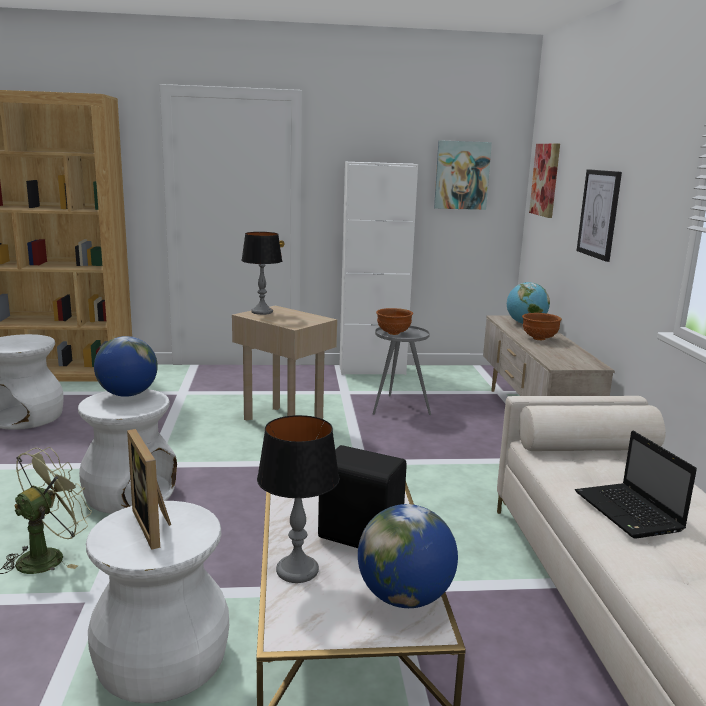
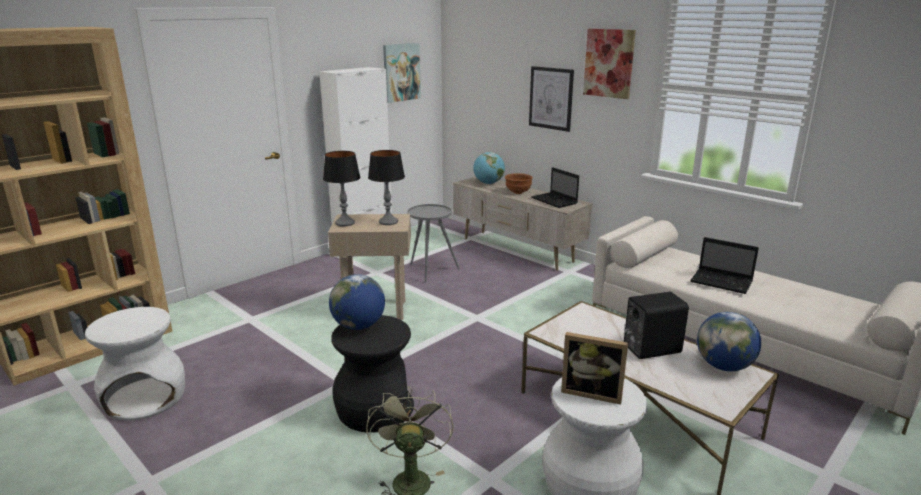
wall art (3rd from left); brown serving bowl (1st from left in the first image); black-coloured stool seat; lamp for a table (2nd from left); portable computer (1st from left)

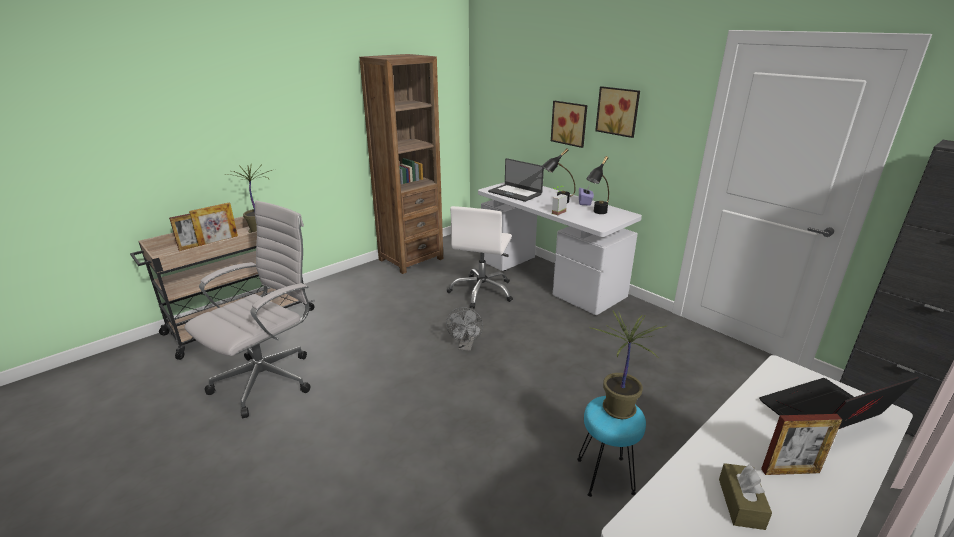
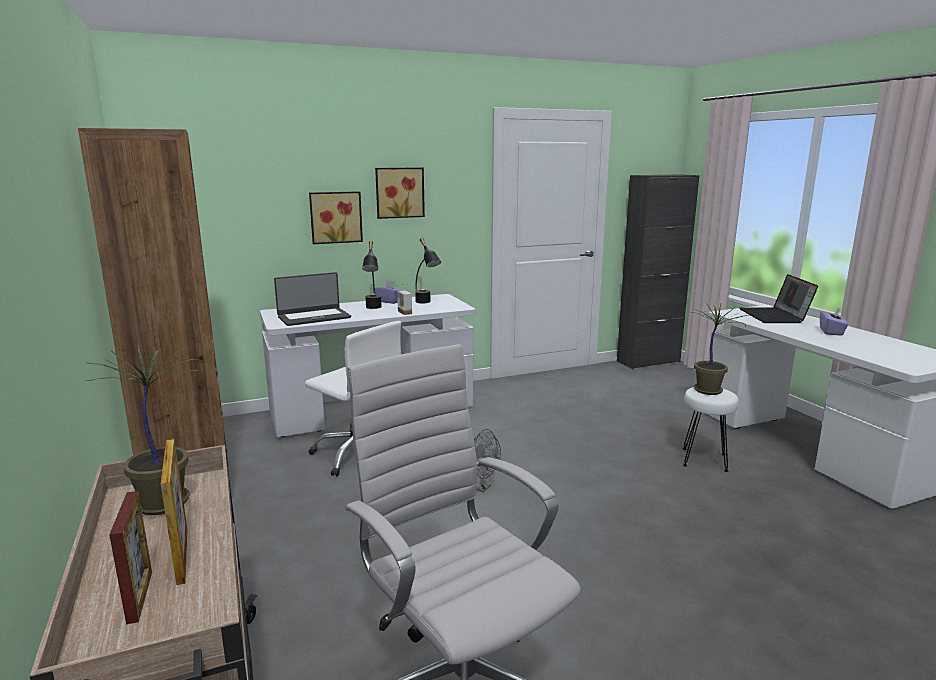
white-coloured stool seat; purple tissue holder (2nd from left); brown tissue holder

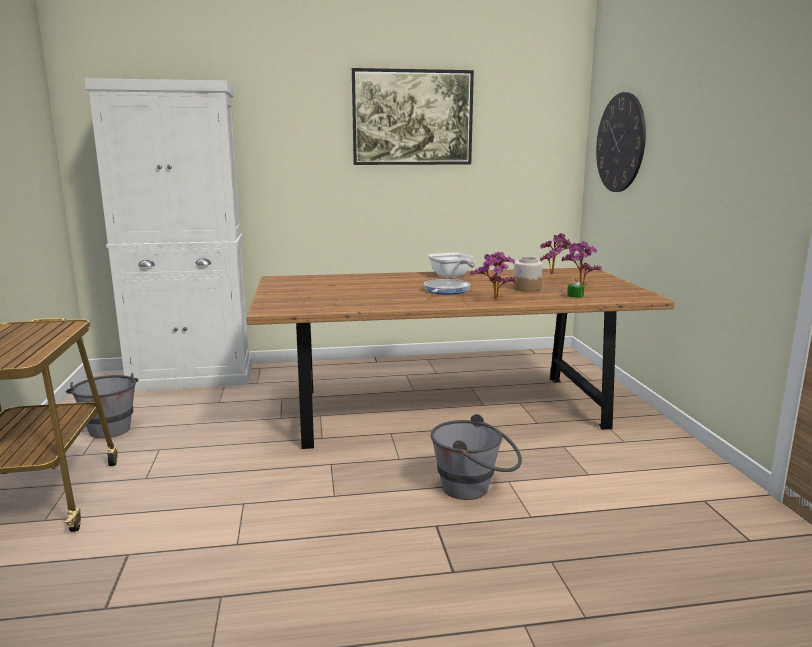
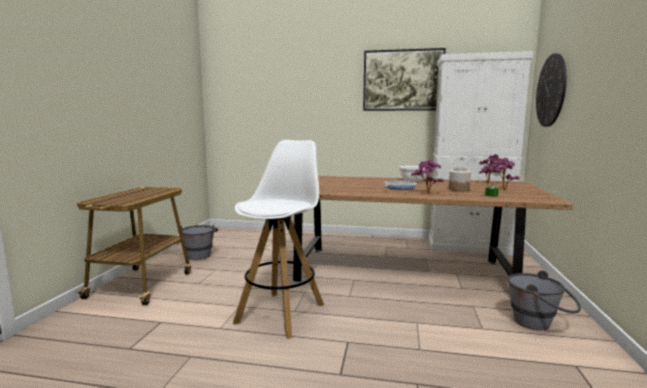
white-coloured cabinet; greyish water bucket (2nd from left); white-coloured stool seat

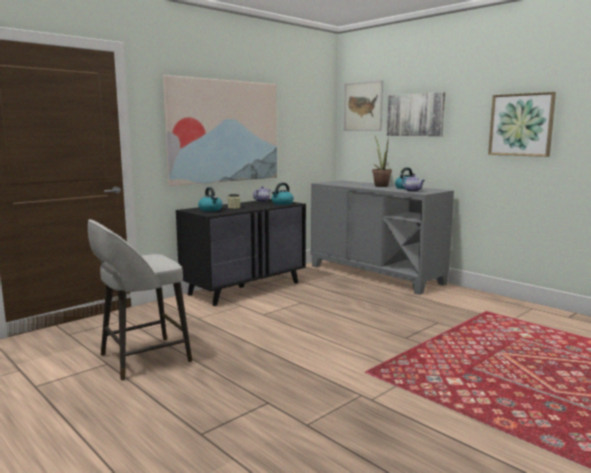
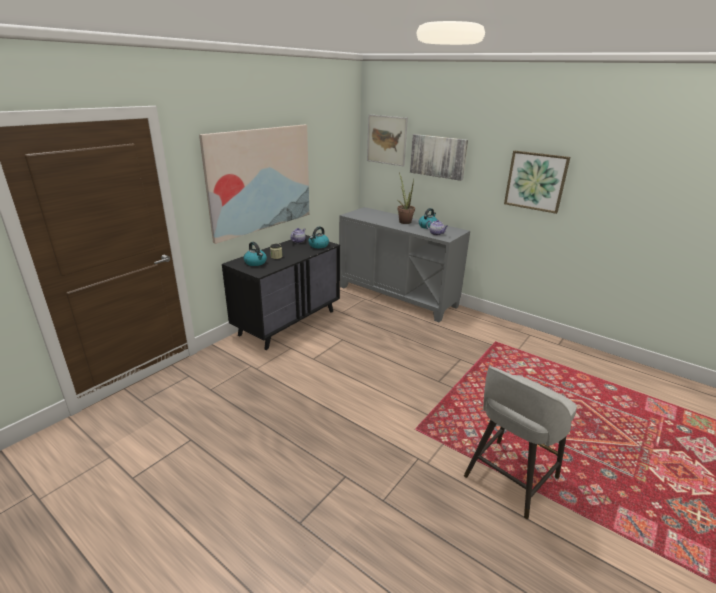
greyish stool seat

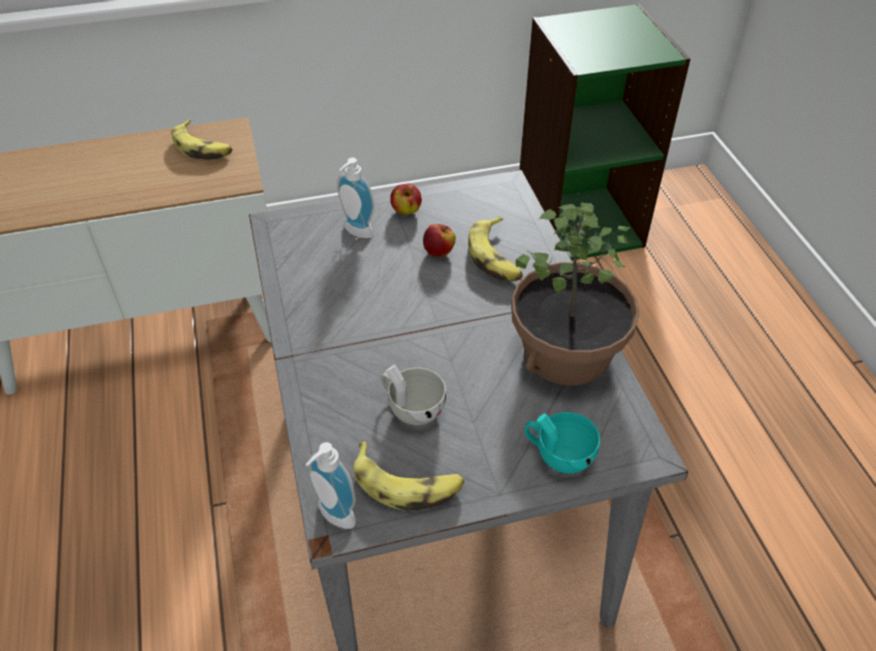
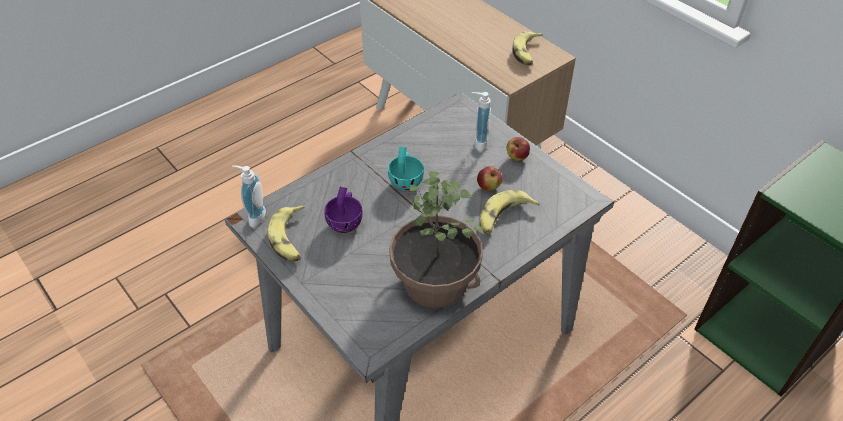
purple small cup; turquoise-coloured small cup

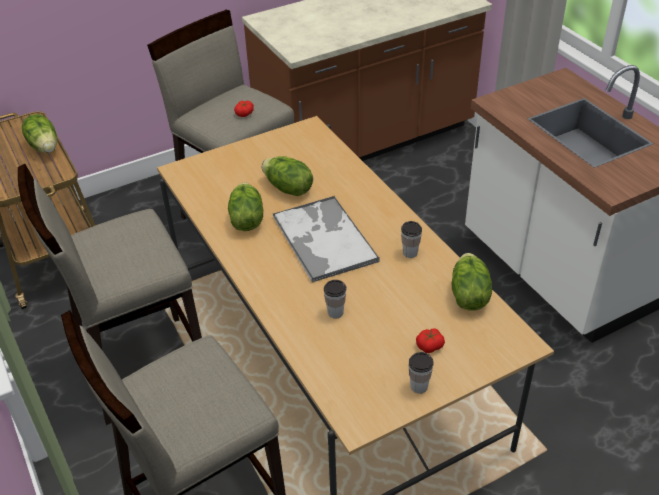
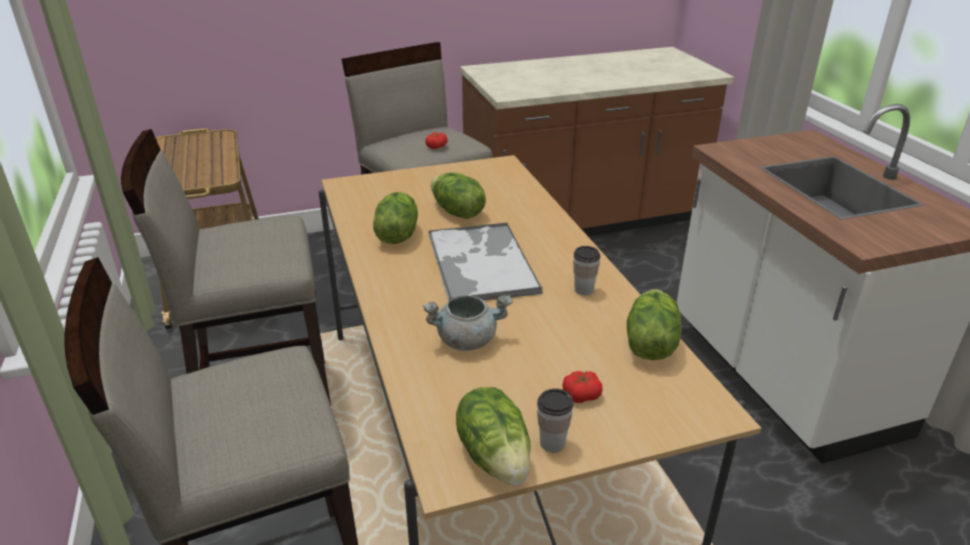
head of lettuce (3rd from left); greyish saucepot

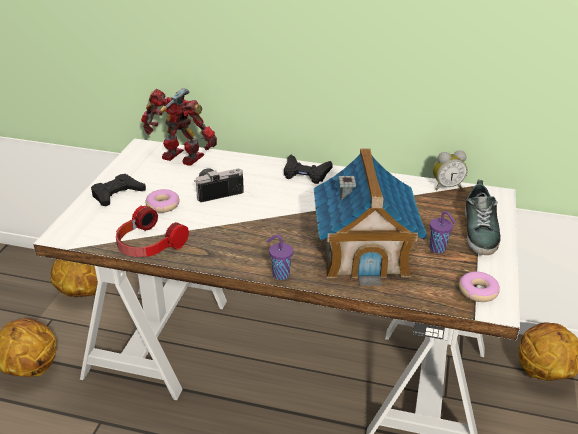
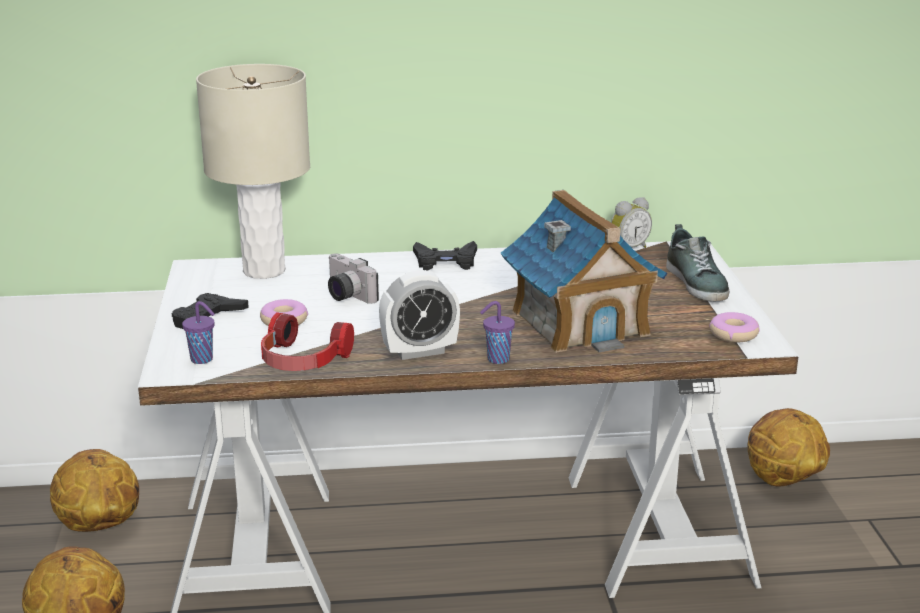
sand-coloured lamp for a table; photo camera; purple small cup (1st from left); bedside clock (1st from left)

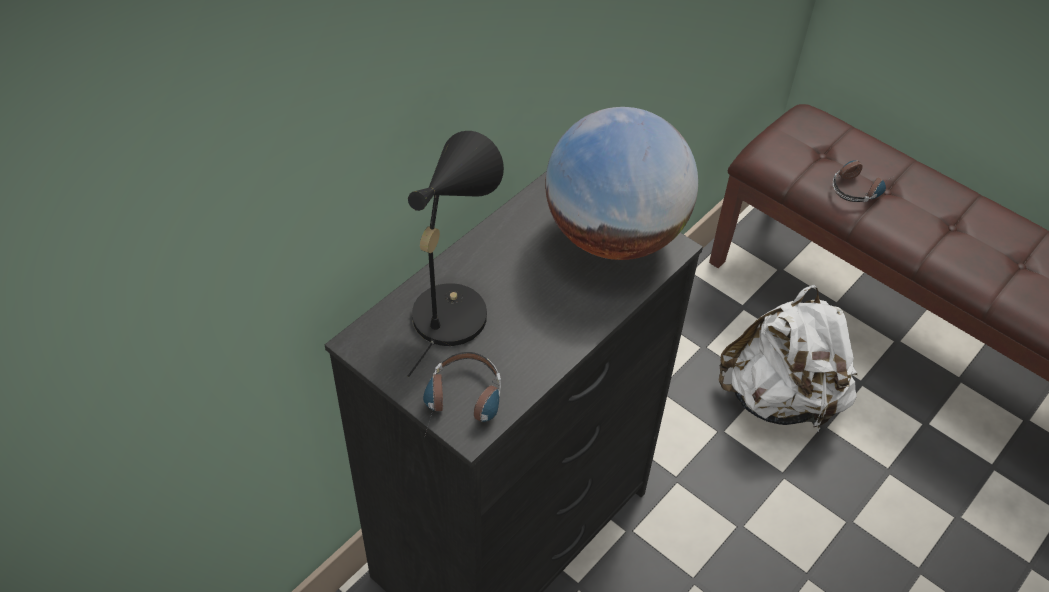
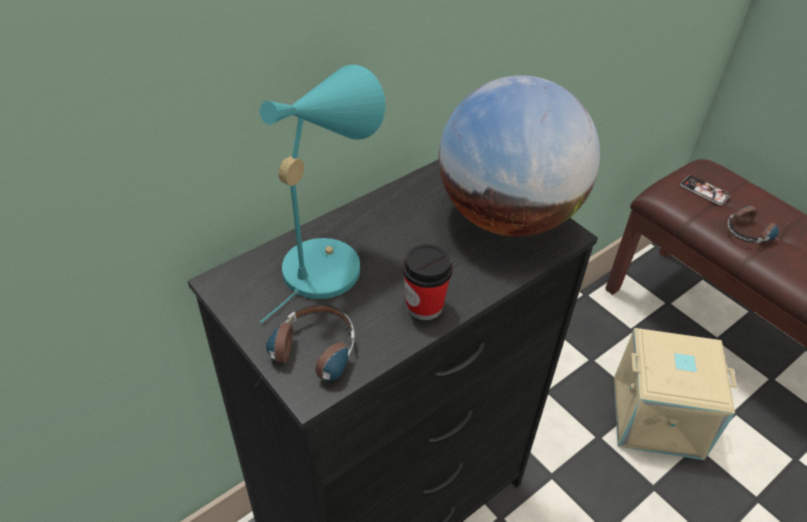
turquoise-coloured lamp for a table; sand-coloured storage container; phone; small cup

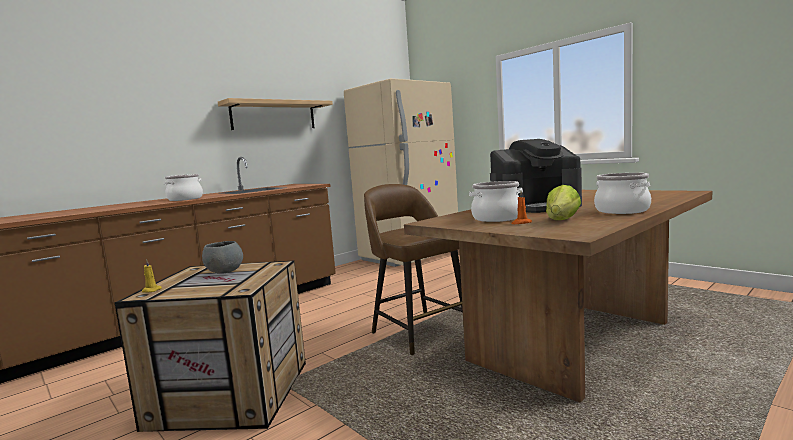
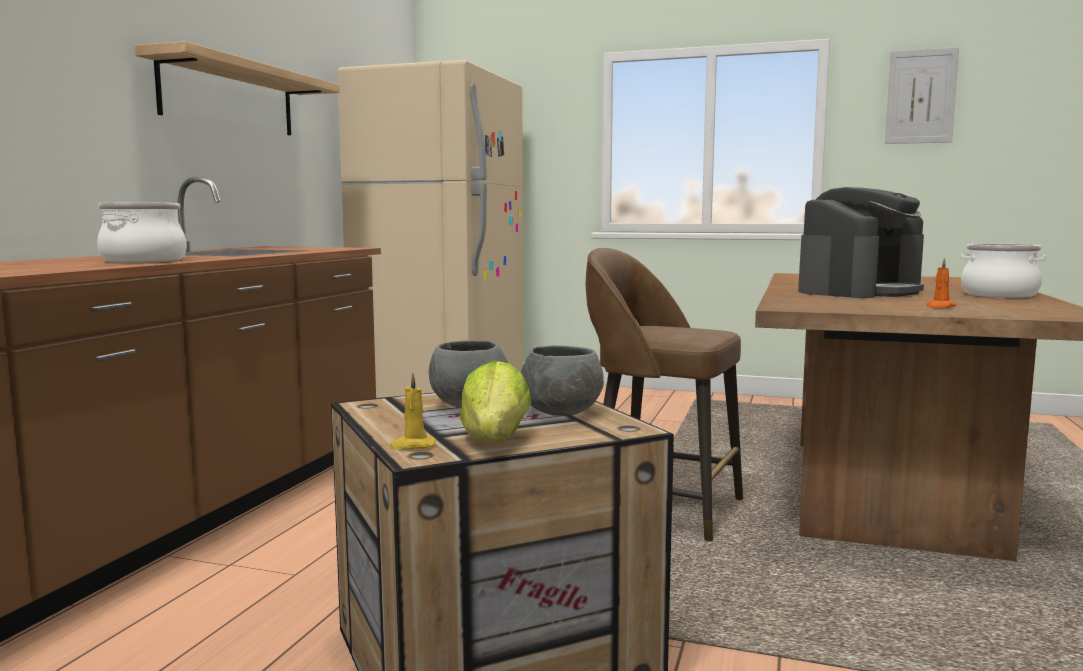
saucepot (2nd from left in the first image); head of lettuce; wall art; greyish serving bowl (2nd from left)

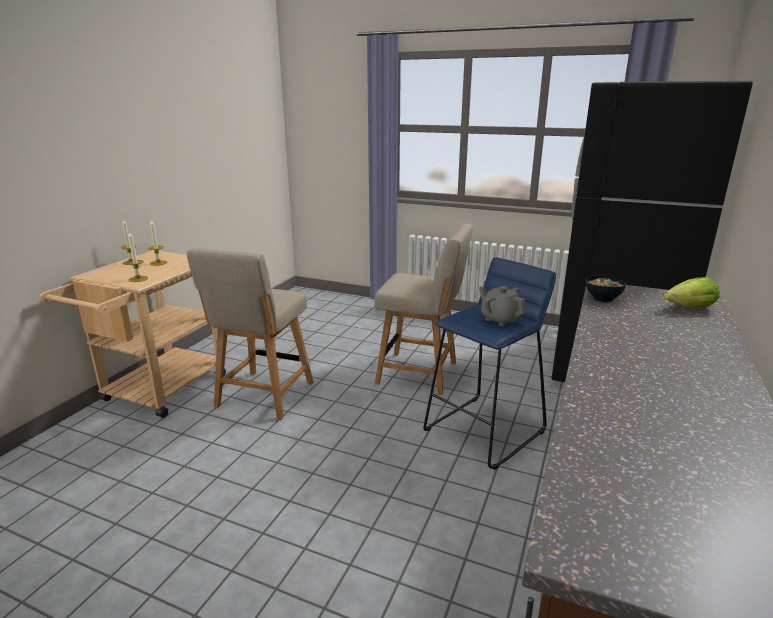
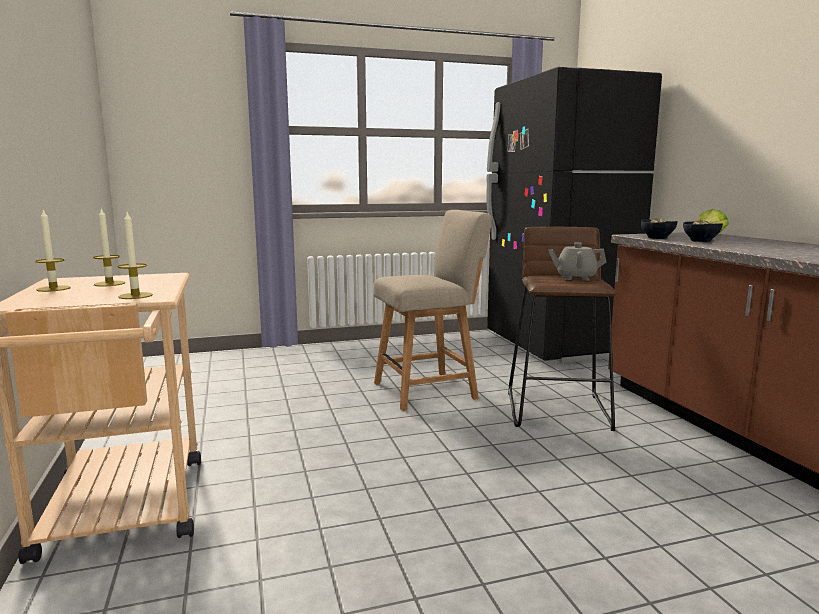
sand-coloured upright chair (1st from left in the first image); brown stool seat; serving bowl (2nd from left)

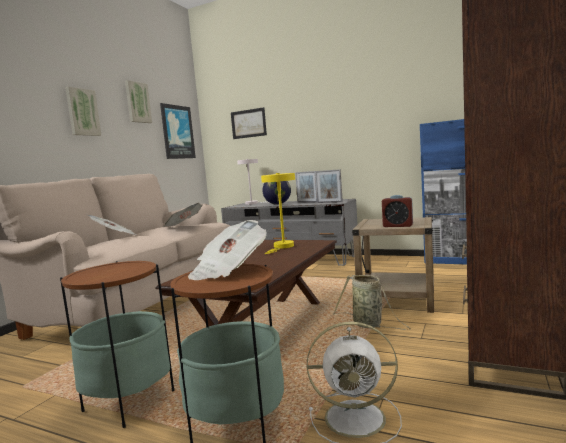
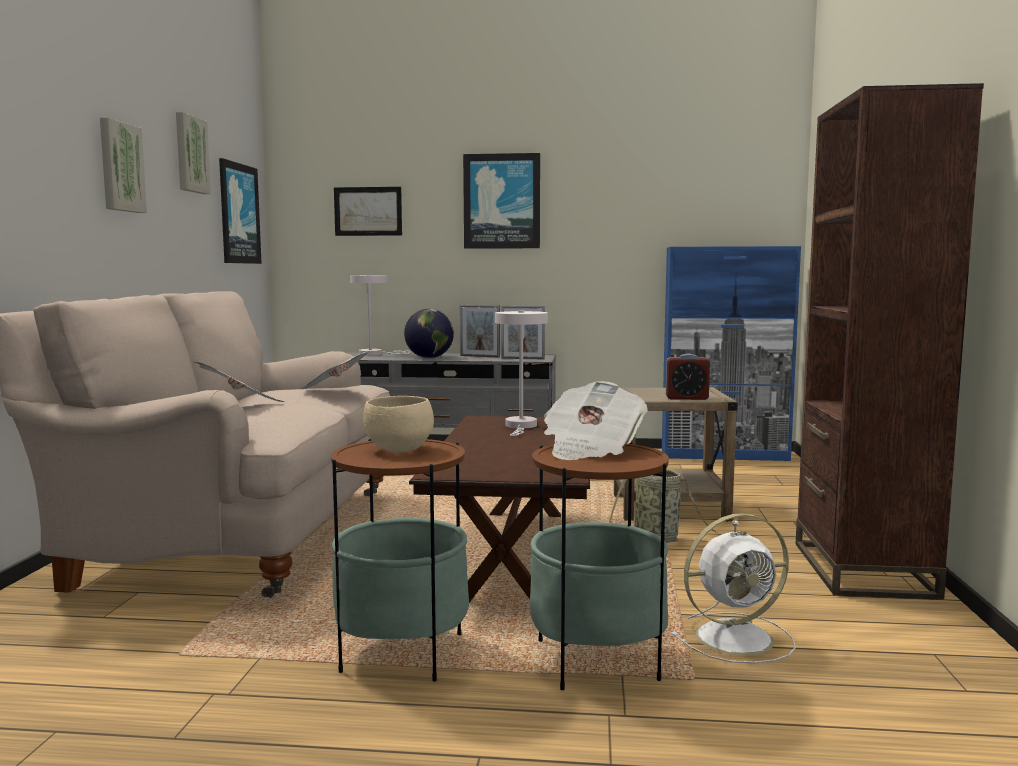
white-coloured lamp for a table (2nd from left); wall art (5th from left); sand-coloured serving bowl

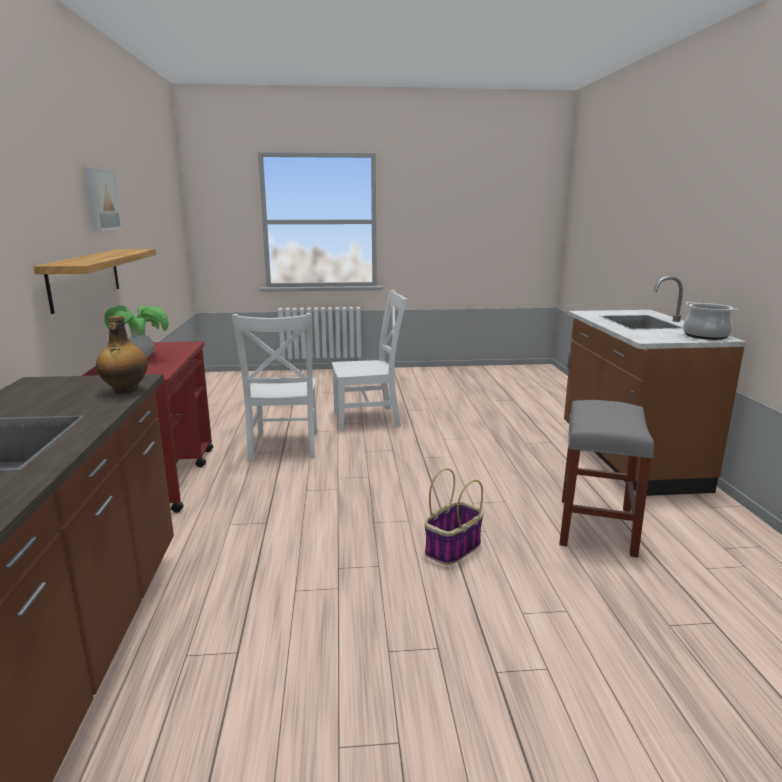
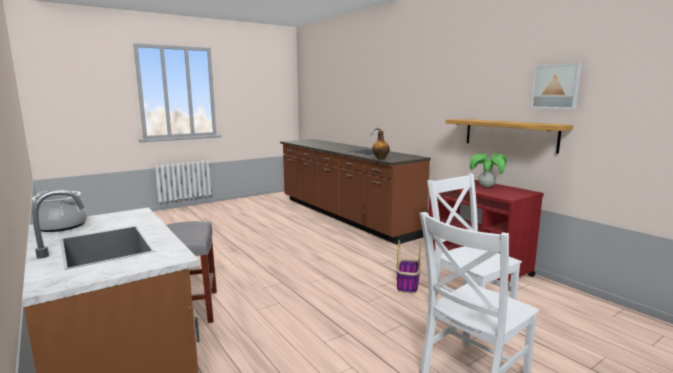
storage basket

